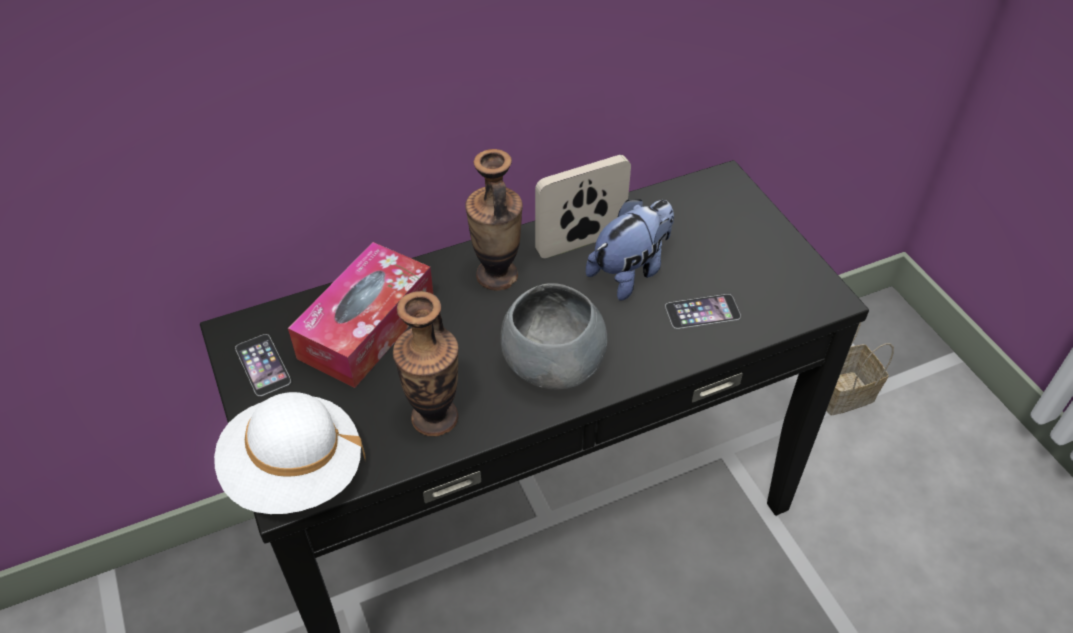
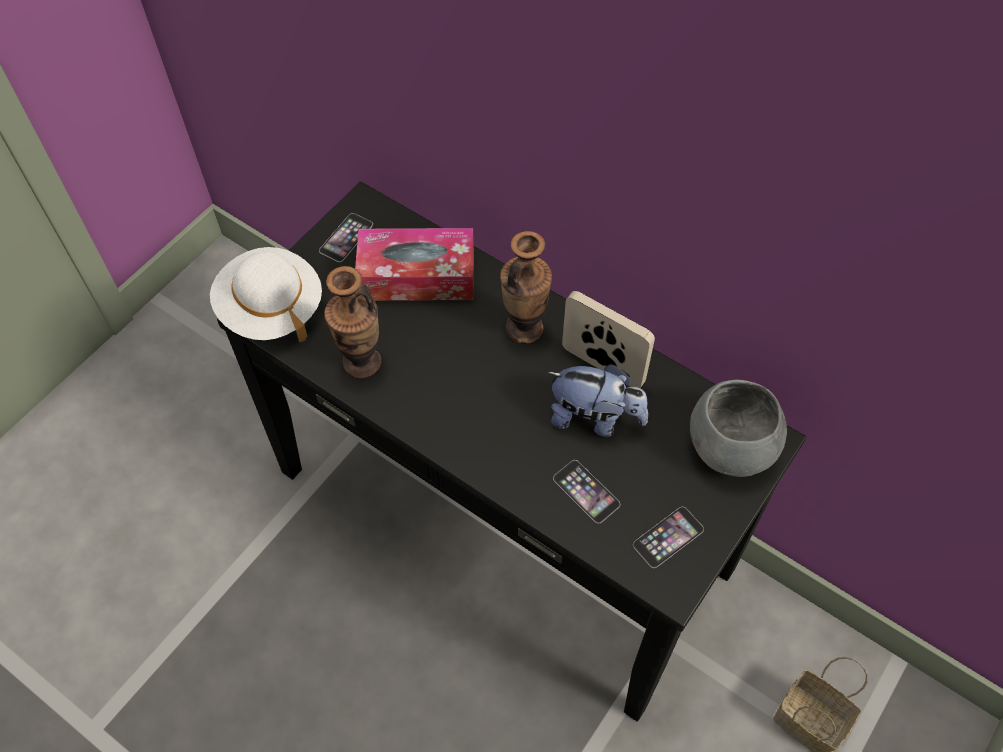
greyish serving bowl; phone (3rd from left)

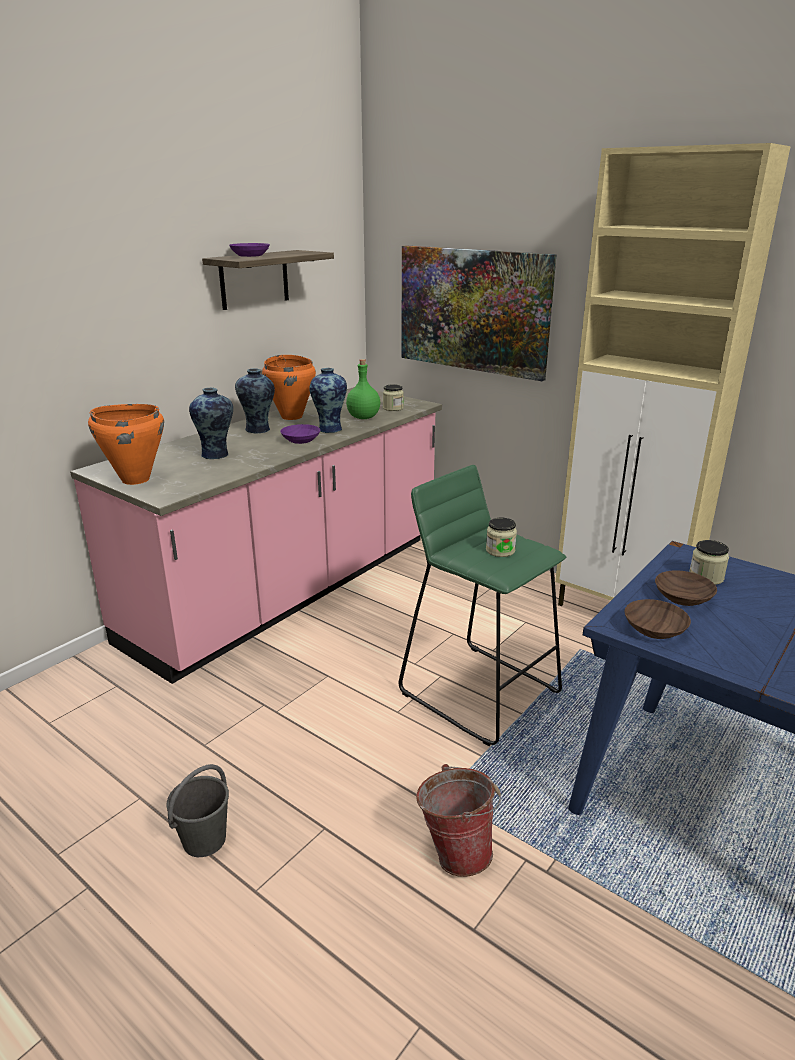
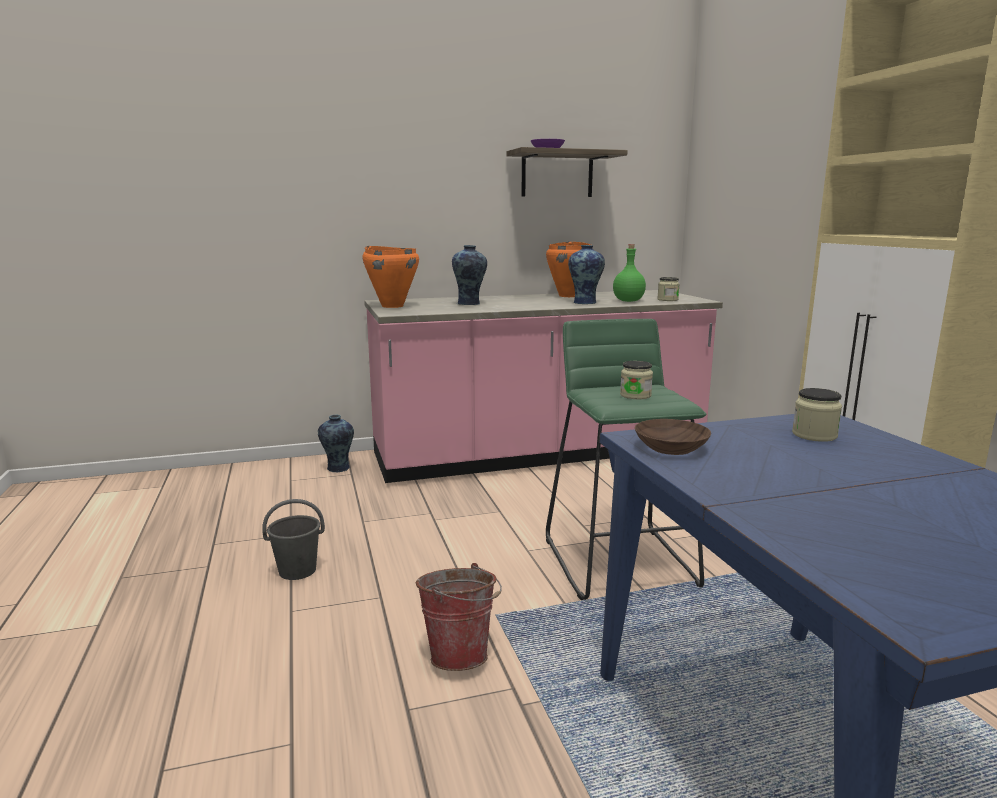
wall art; decorative vase (1st from left); purple serving bowl (2nd from left in the first image); brown serving bowl (2nd from left in the first image)

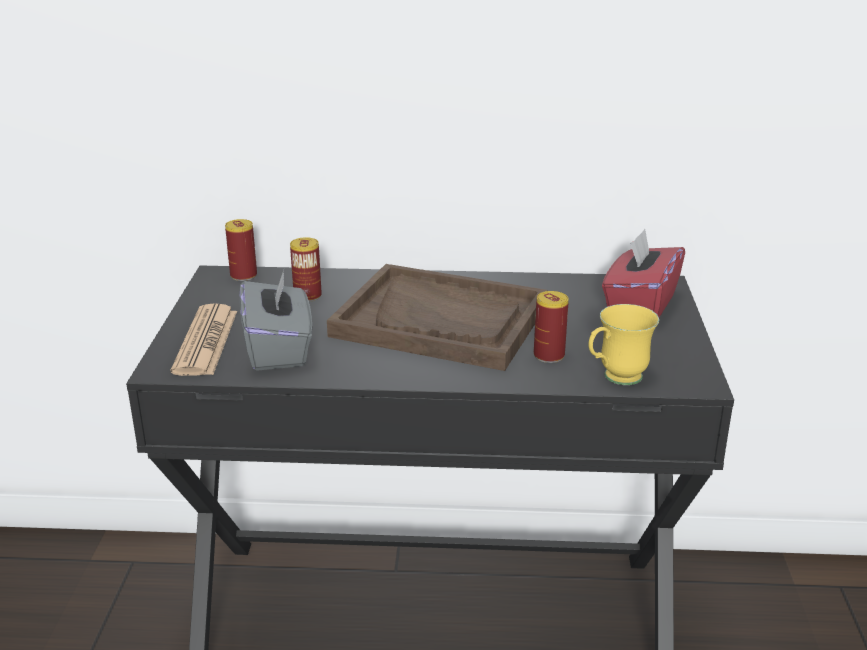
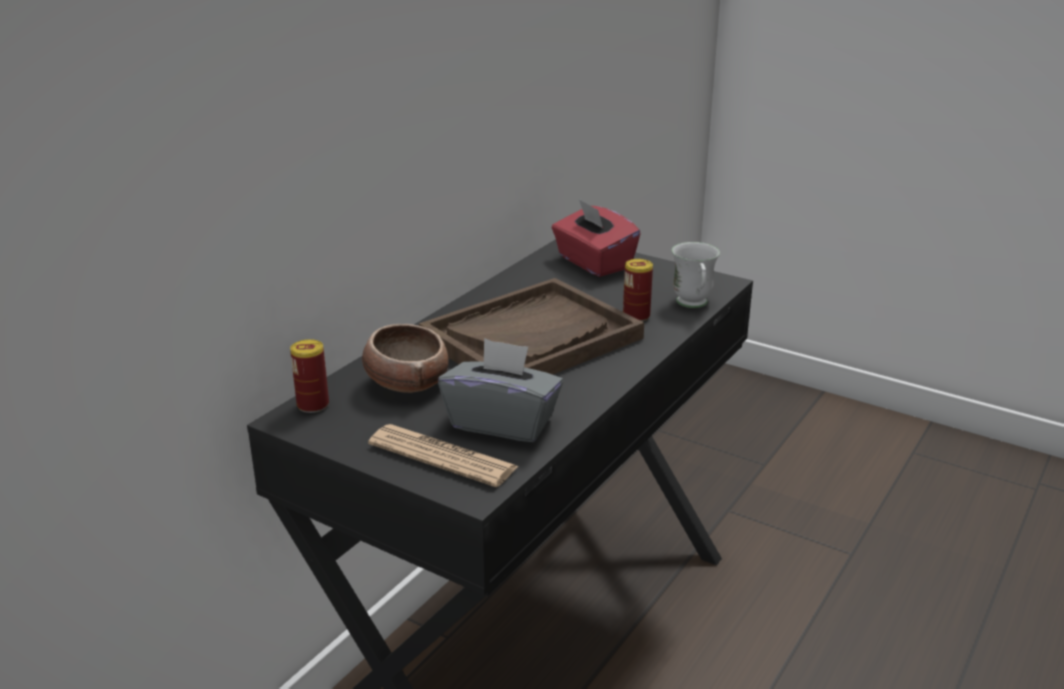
serving bowl; white-coloured mug

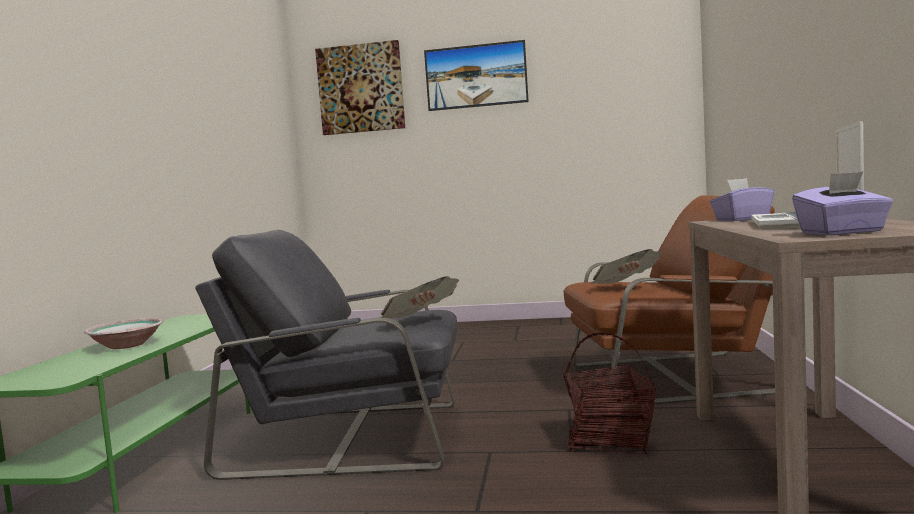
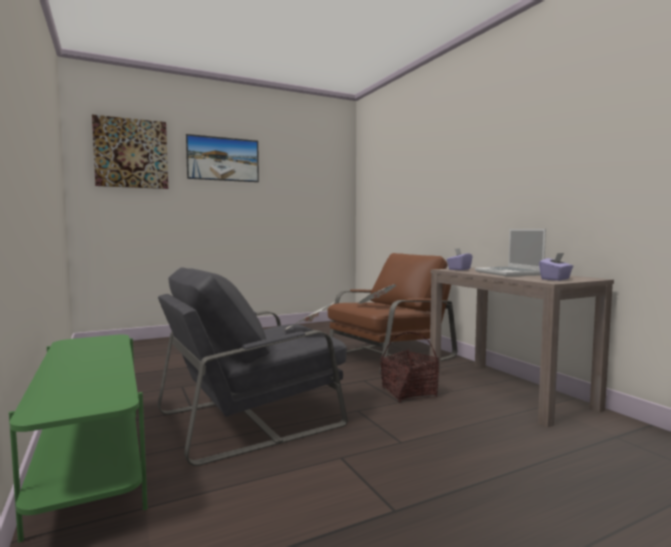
serving bowl

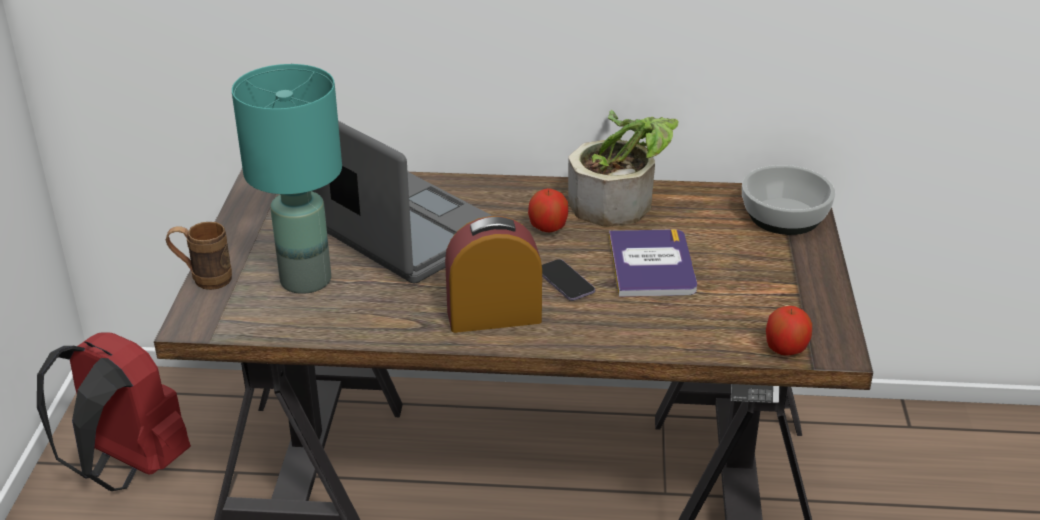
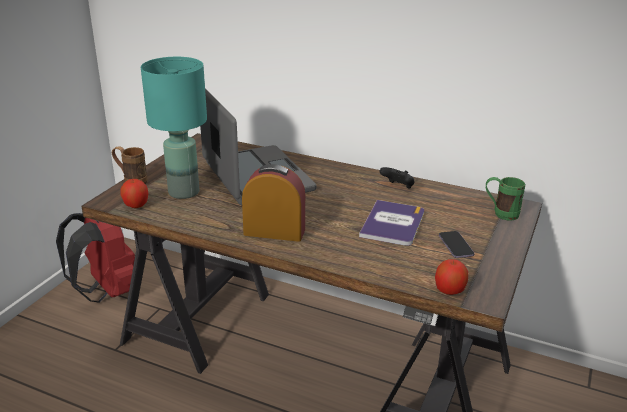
black-coloured joypad; green-coloured mug; apple (1st from left); phone

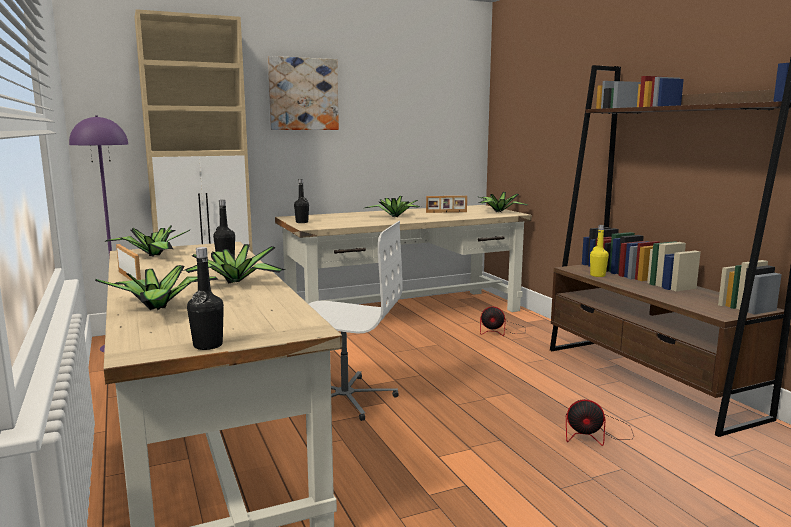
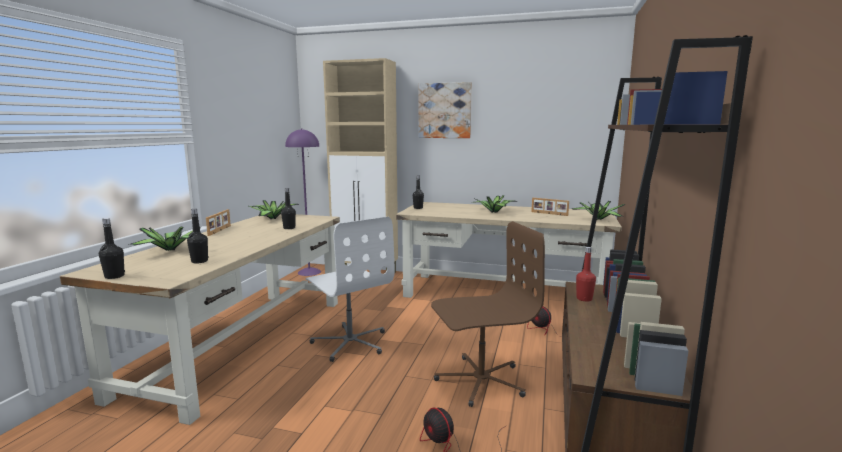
red beverage bottle; houseplant (3rd from left in the first image); black-coloured beverage bottle (2nd from left); brown computer chair

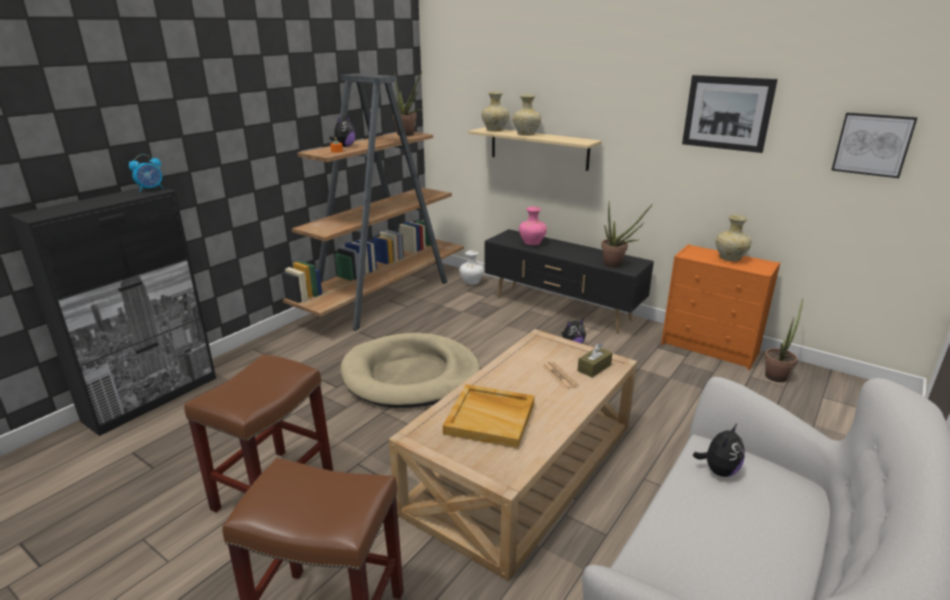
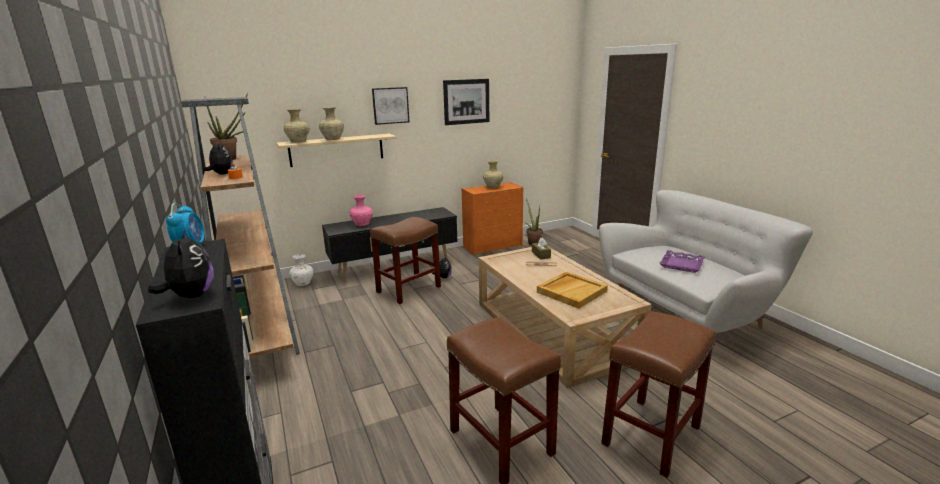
wall art (1st from left); houseplant (2nd from left in the first image); sand-coloured dog cushion; soft toy (1st from left); brown stool seat (1st from left); purple serving tray

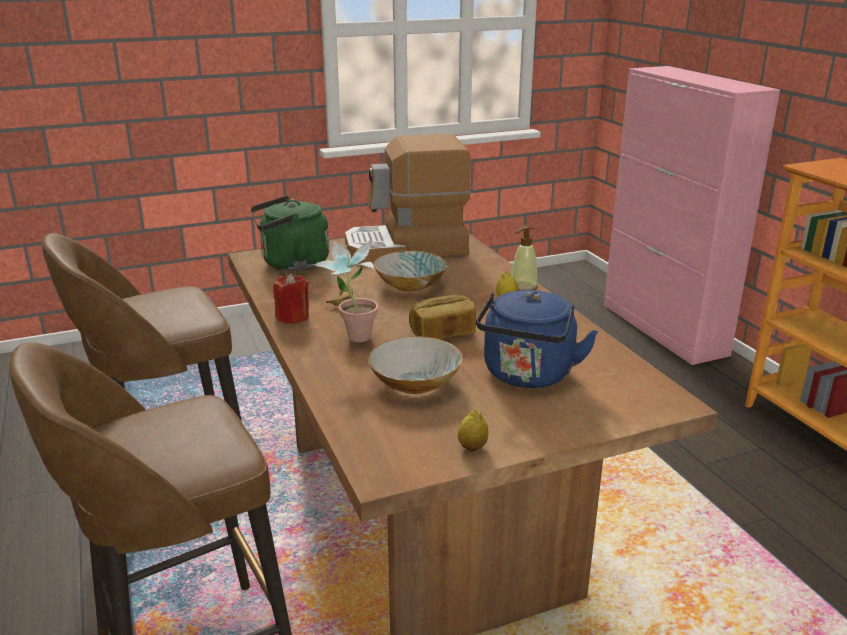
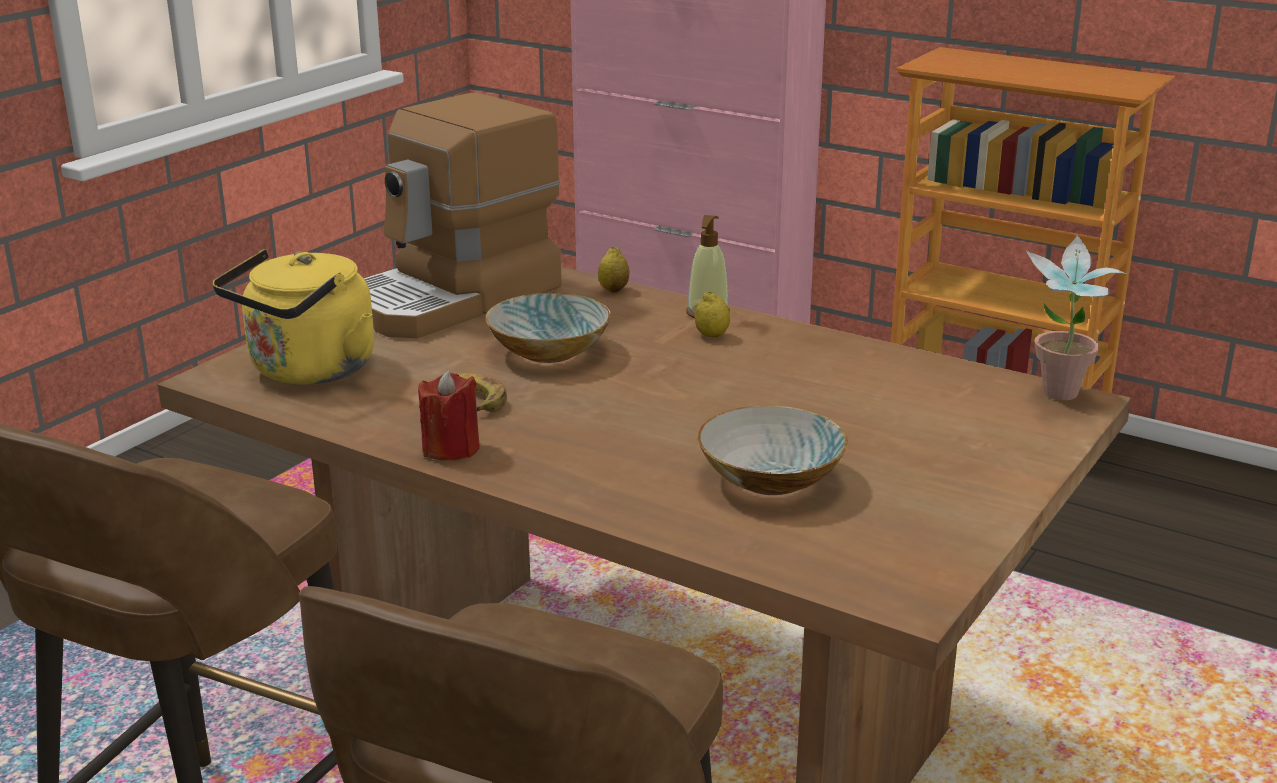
yellow kettle; houseplant; bluish kettle; bread; lemon (1st from left)

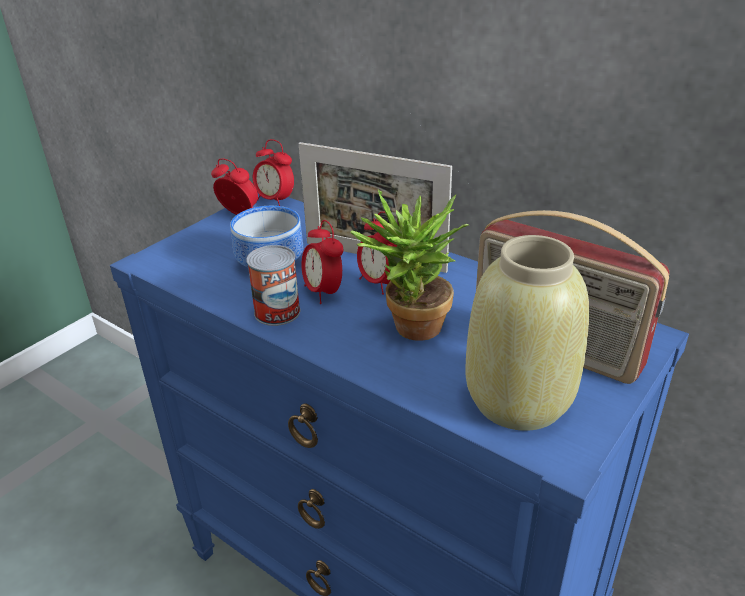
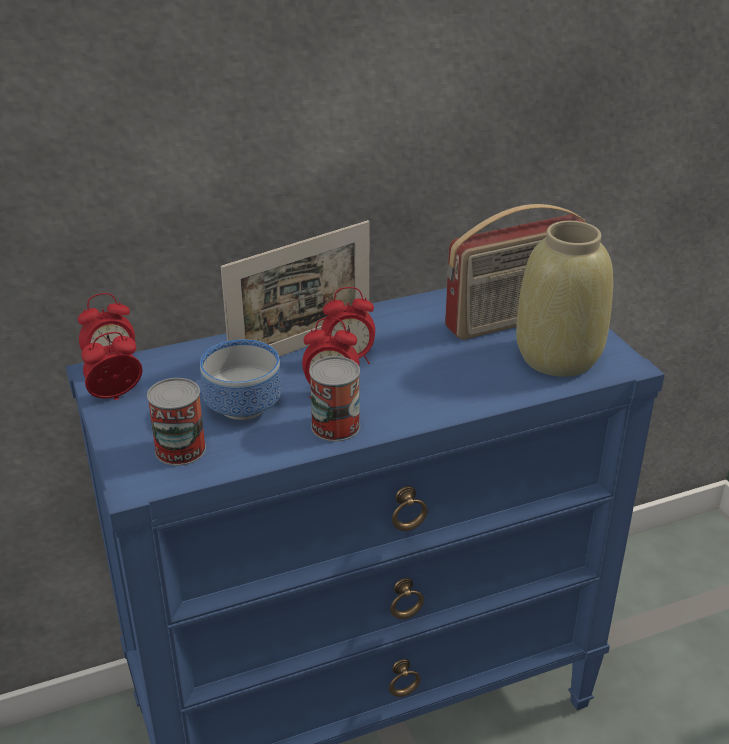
houseplant; metal can (1st from left)

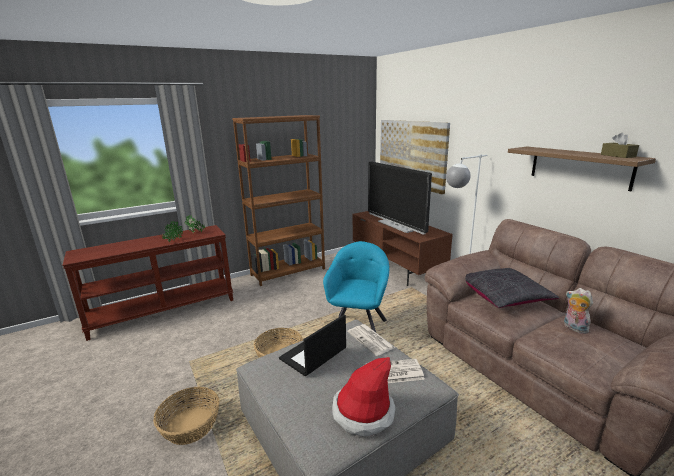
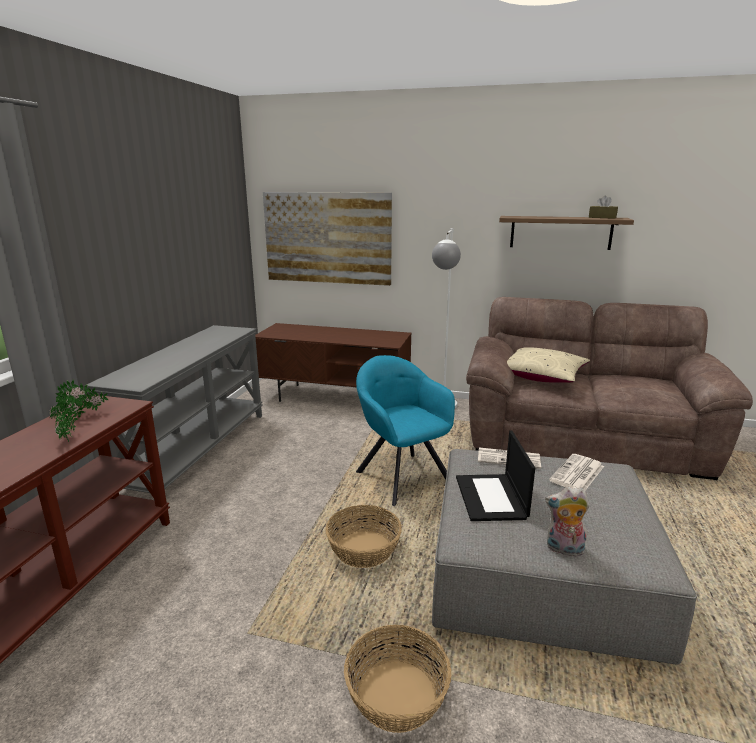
greyish narrow table; television; sand-coloured pillow; soft toy; hat

